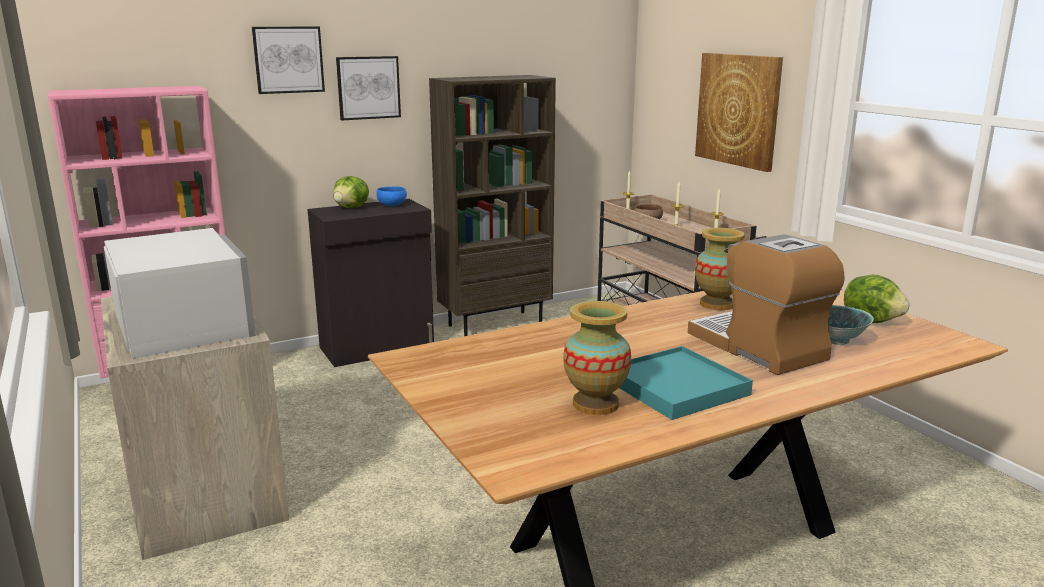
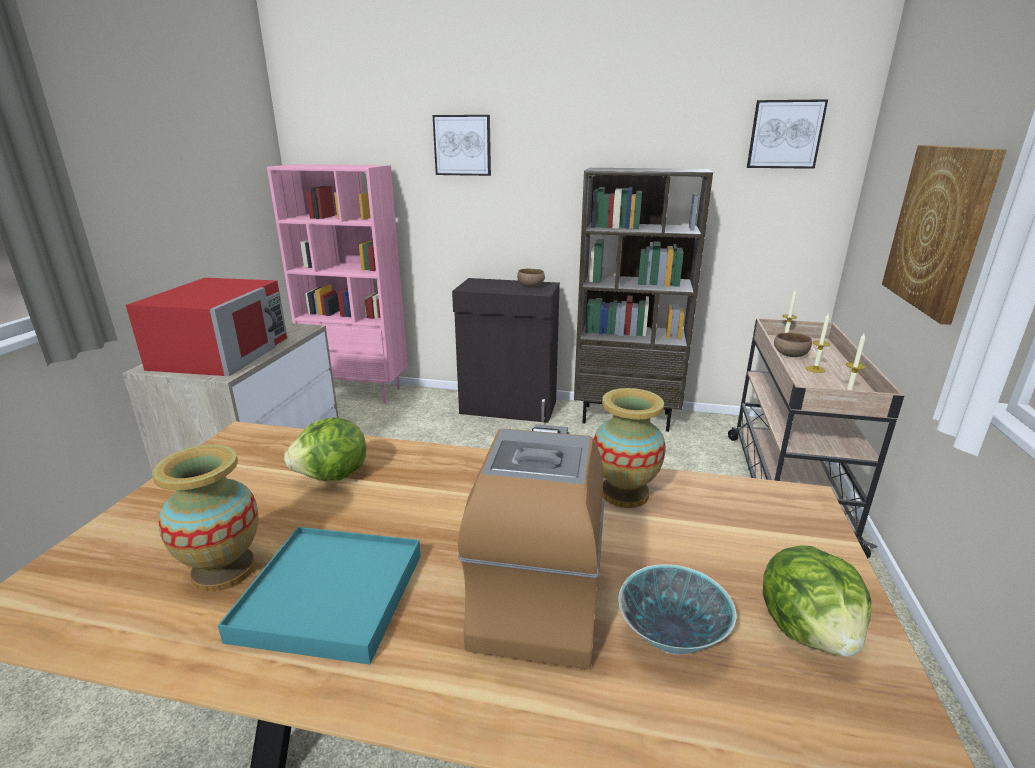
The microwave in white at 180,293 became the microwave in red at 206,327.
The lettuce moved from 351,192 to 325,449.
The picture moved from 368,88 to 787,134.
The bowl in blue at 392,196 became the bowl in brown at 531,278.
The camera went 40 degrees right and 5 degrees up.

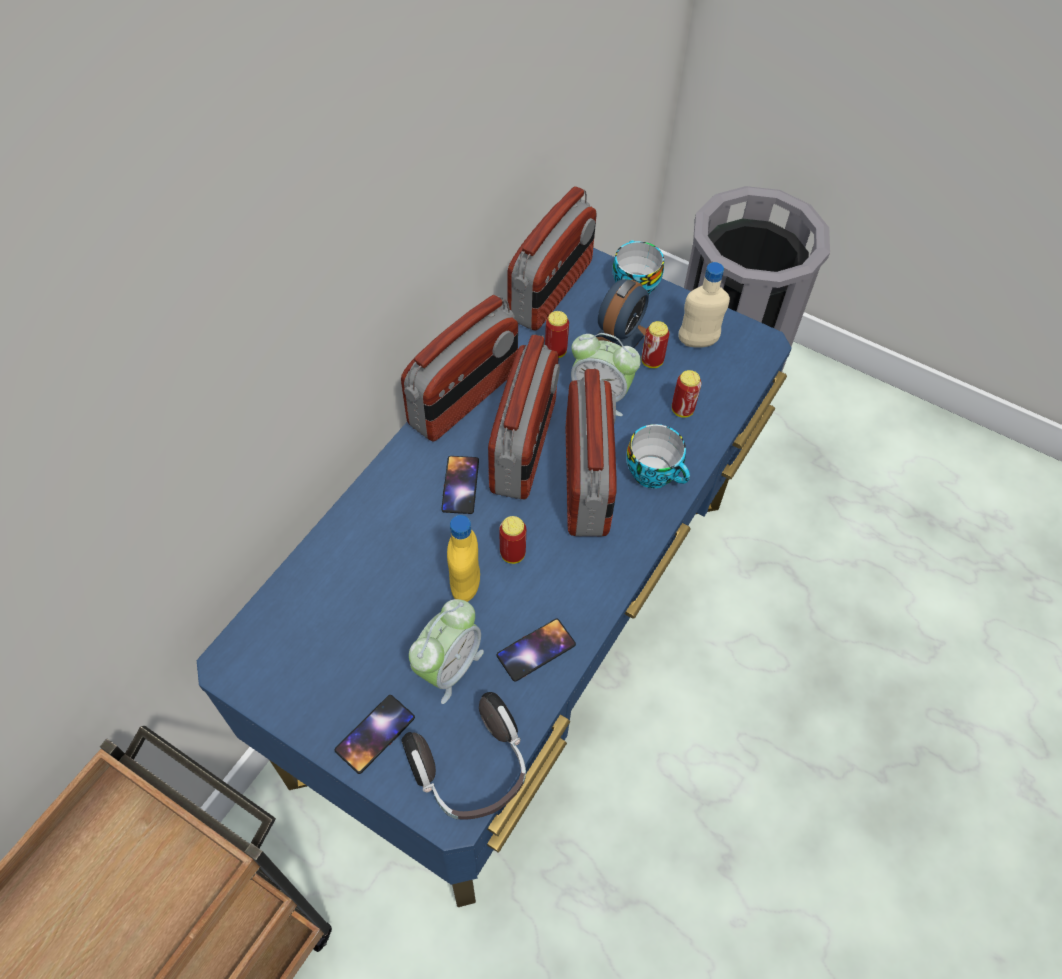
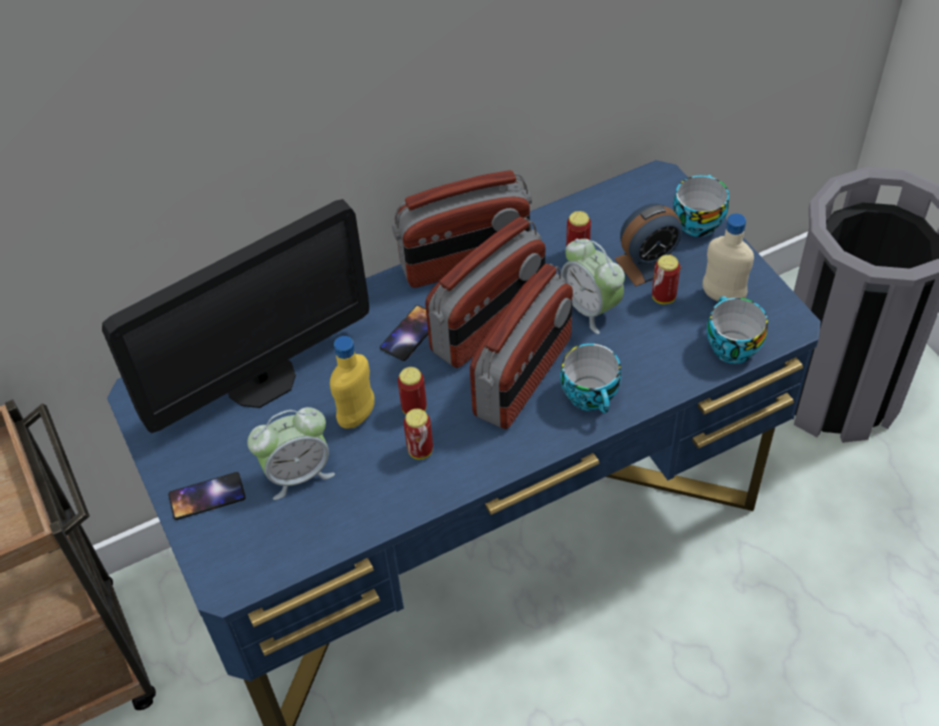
The headphones at 463,756 disappeared.
The phone at 536,650 disappeared.
The radio at 552,258 disappeared.
The can moved from 687,394 to 418,434.
The monitor at 235,316 appeared.
The cup at 737,330 appeared.
The camera went 35 degrees right and 5 degrees down.

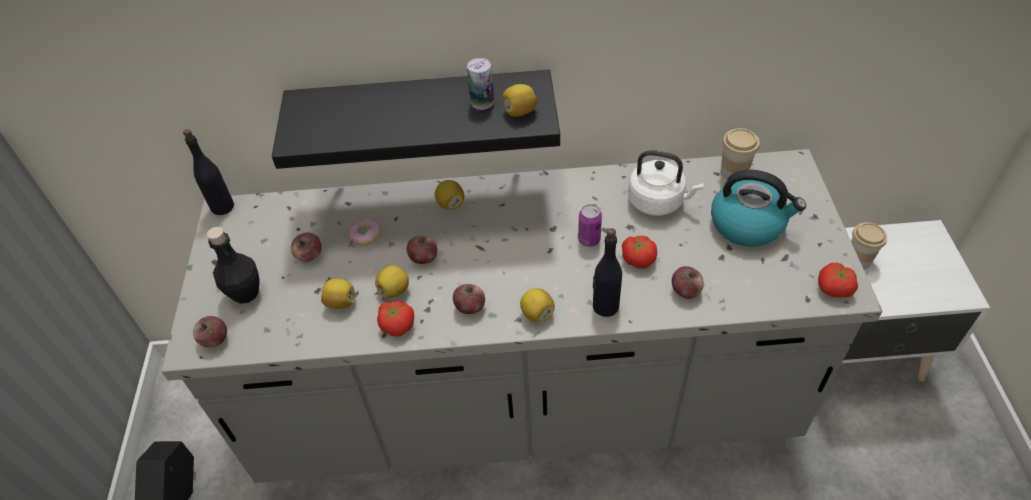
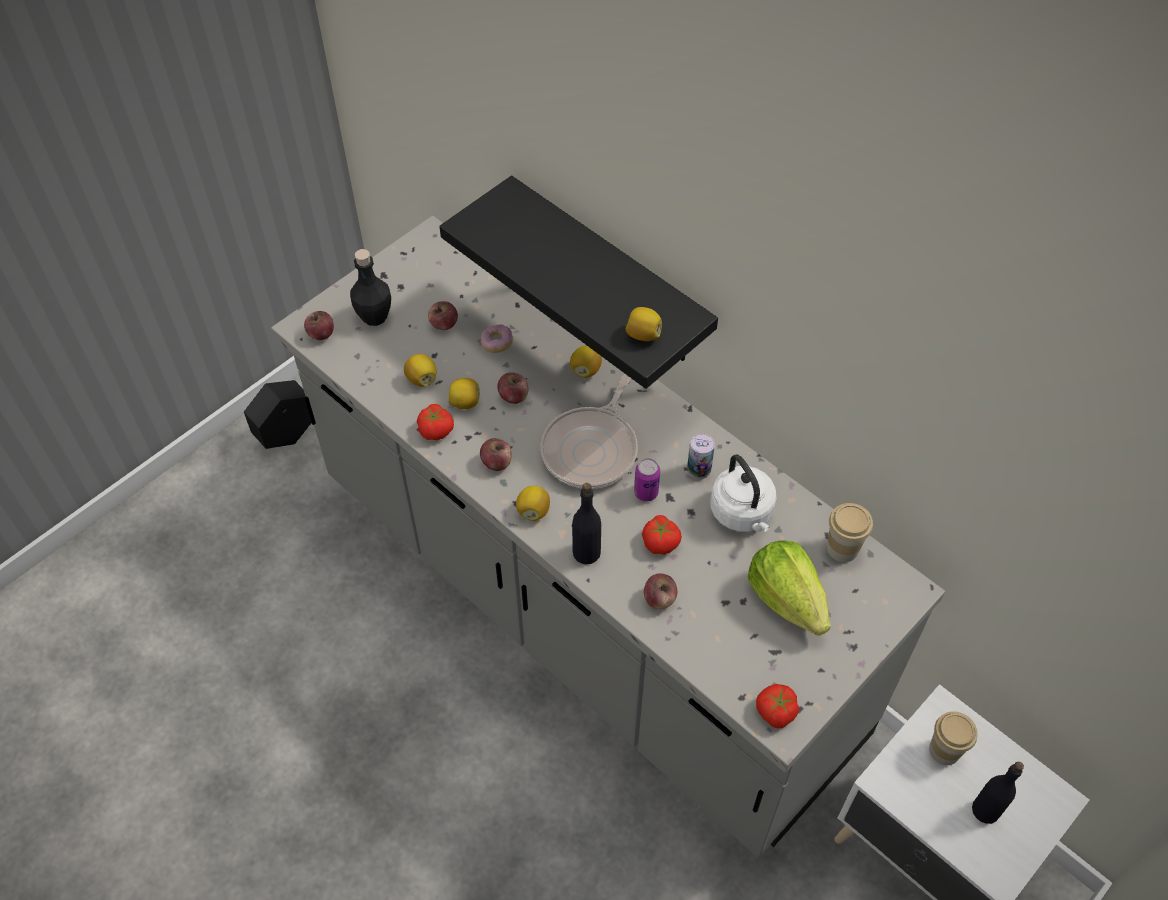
The bottle in black moved from 208,172 to 998,793.
The can moved from 480,84 to 701,457.
The kettle at 758,208 was replaced by the lettuce at 789,588.
The frying pan at 589,431 appeared.
The camera went 45 degrees right and 5 degrees up.

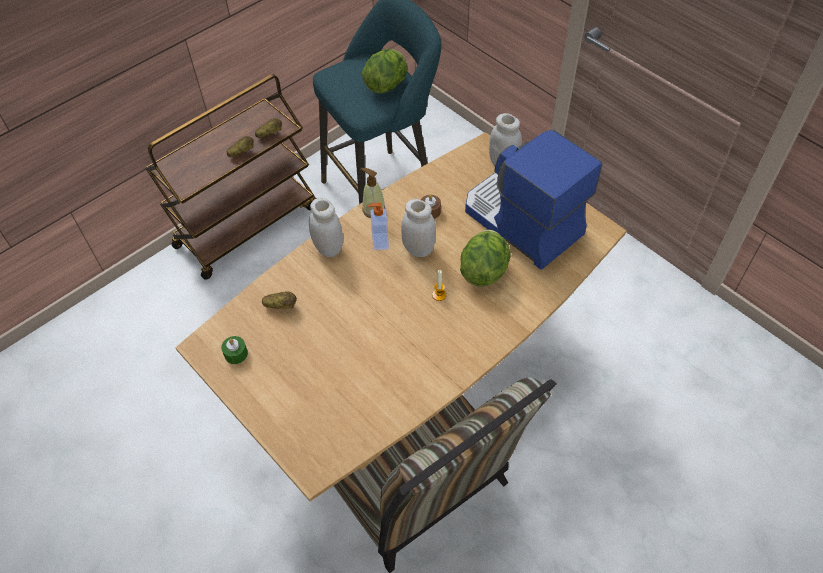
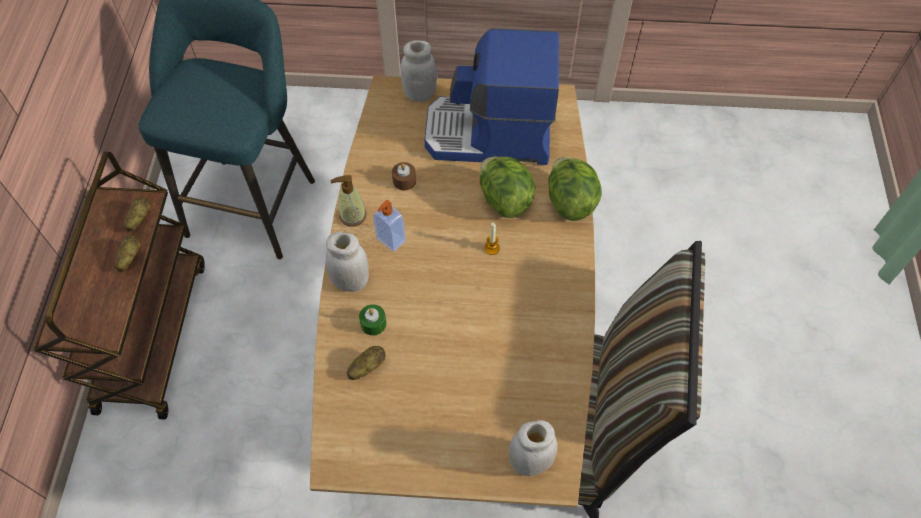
The candle in green moved from 234,350 to 373,320.
The lettuce moved from 385,71 to 575,189.
The jar in white moved from 418,228 to 533,448.
The camera went 45 degrees left and 5 degrees up.

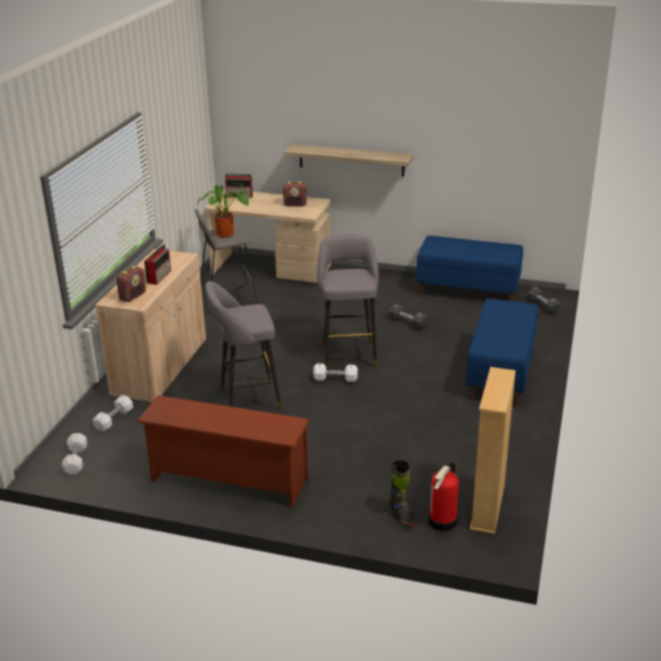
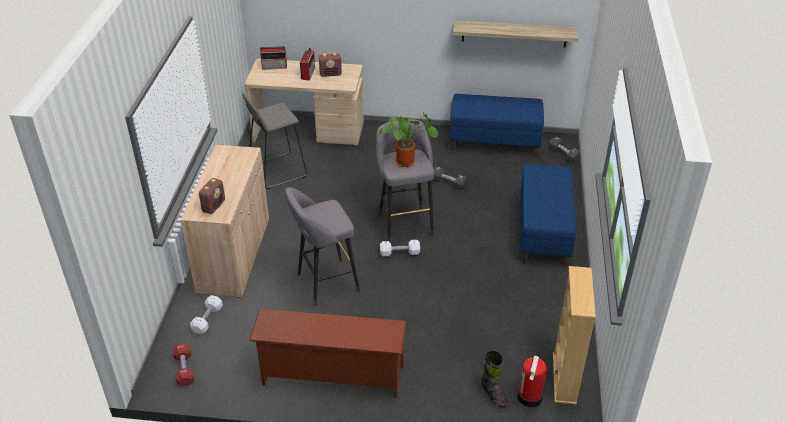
The dumbbell in white at 74,454 became the dumbbell in red at 183,364.
The radio moved from 157,264 to 307,63.
The potted plant moved from 223,210 to 408,139.
The shelf moved from 349,160 to 515,34.
The camera went 10 degrees left and 10 degrees up.

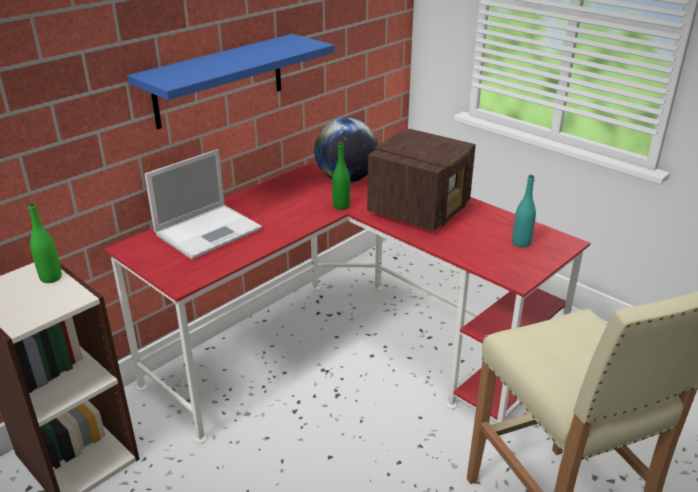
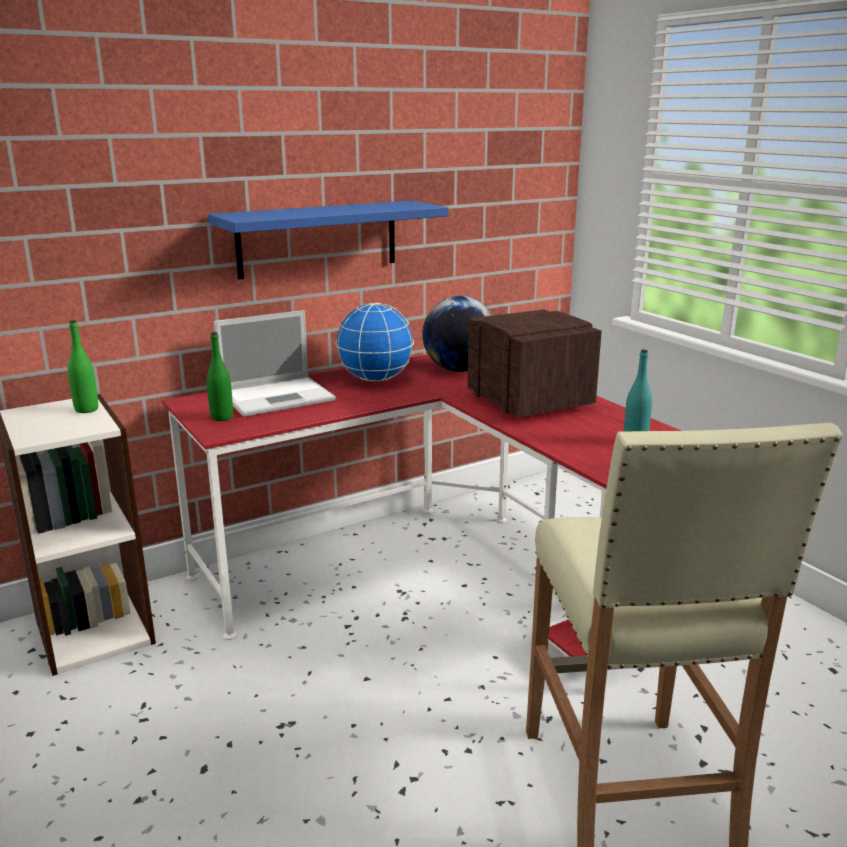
The bottle in green moved from 341,176 to 220,376.
The radio at 421,180 turned 75 degrees counterclockwise.
The globe at 375,342 appeared.
The camera went 15 degrees right and 10 degrees down.

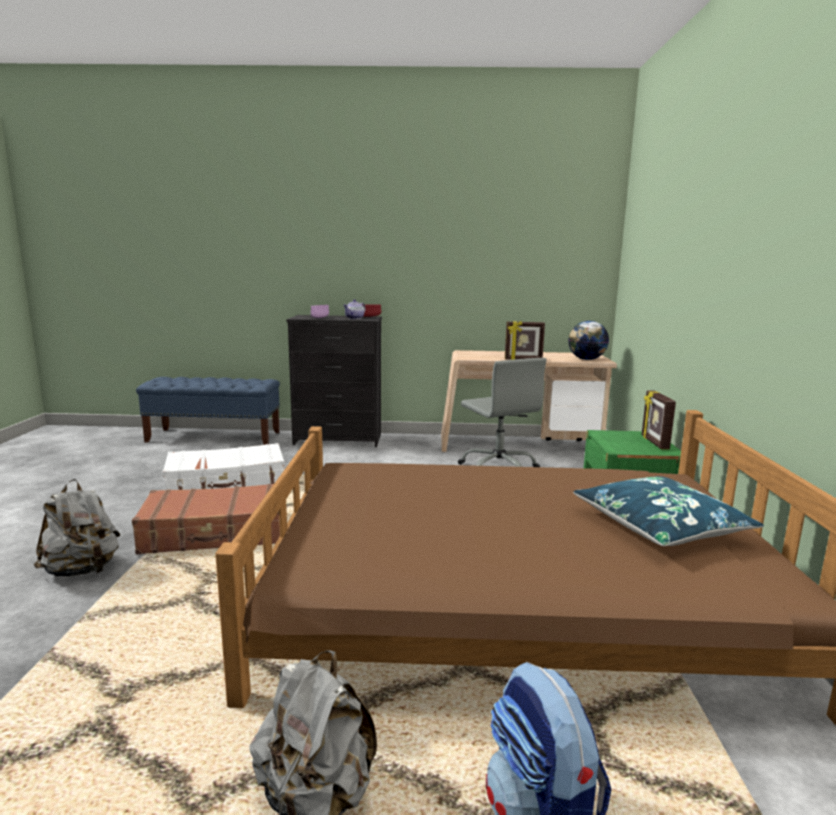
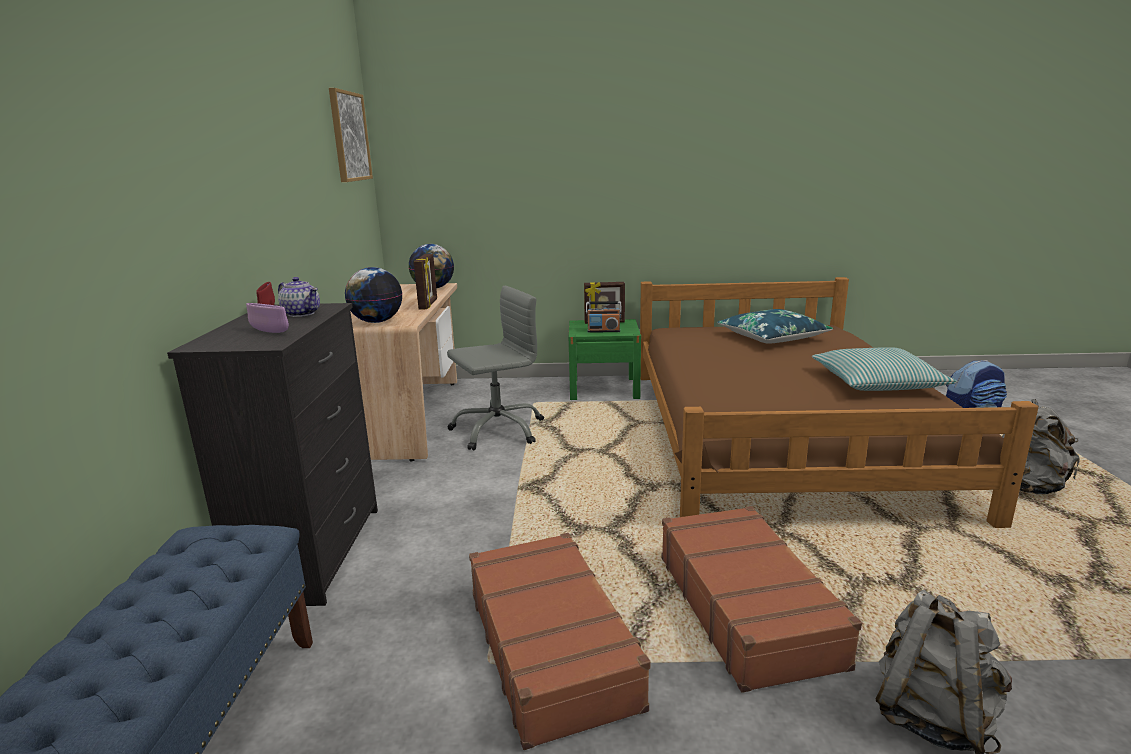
The suitcase in white at 223,466 became the suitcase in brown at 560,641.
The picture at 351,135 appeared.
The globe at 373,295 appeared.
The radio at 604,317 appeared.
The pillow at 884,369 appeared.
The camera went 90 degrees left and 5 degrees up.

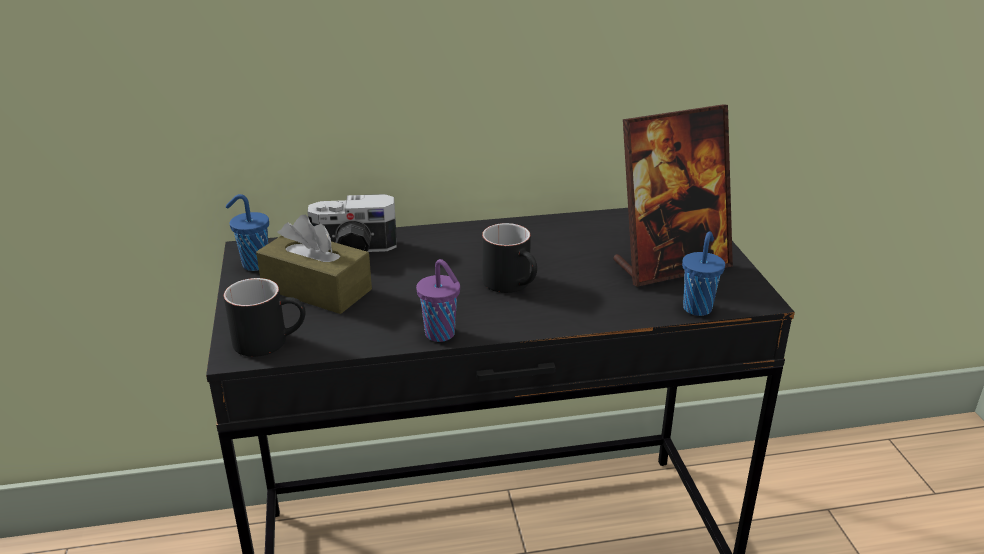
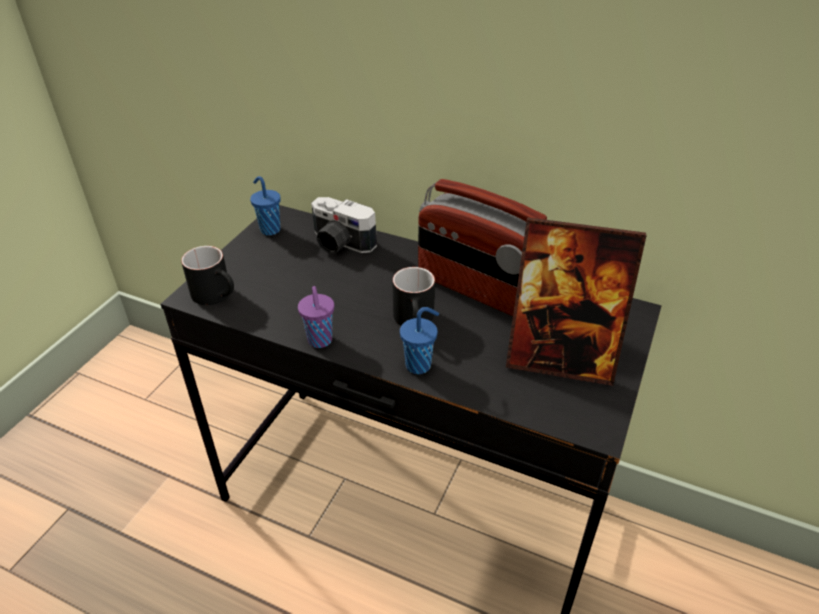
The tissue box in brown at 314,264 disappeared.
The cup in blue moved from 703,274 to 419,340.
The radio at 482,247 appeared.
The camera went 35 degrees right and 10 degrees up.

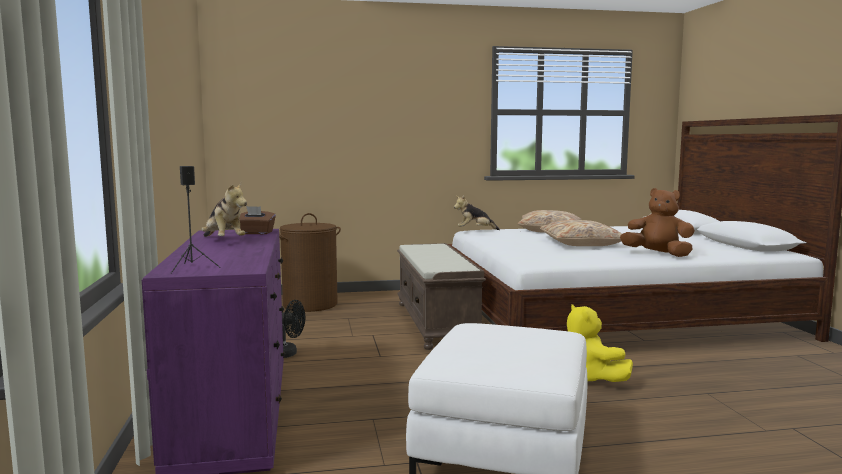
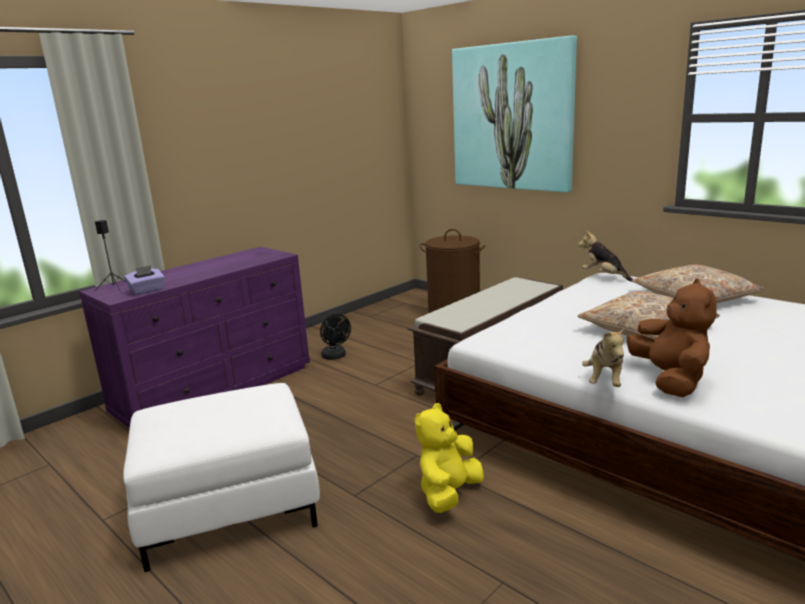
The plush toy moved from 224,209 to 604,356.
The tissue box in brown at 257,220 disappeared.
The tissue box in purple at 144,280 appeared.
The picture at 514,114 appeared.
The camera went 55 degrees right and 10 degrees up.

